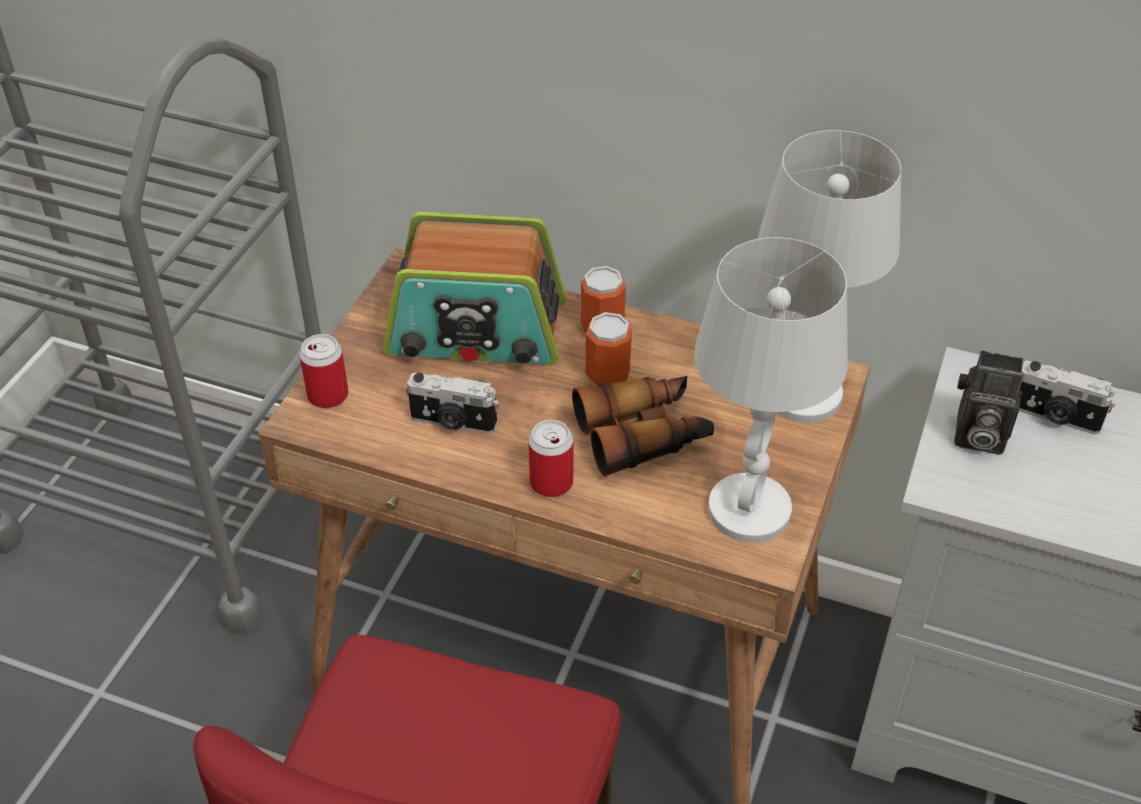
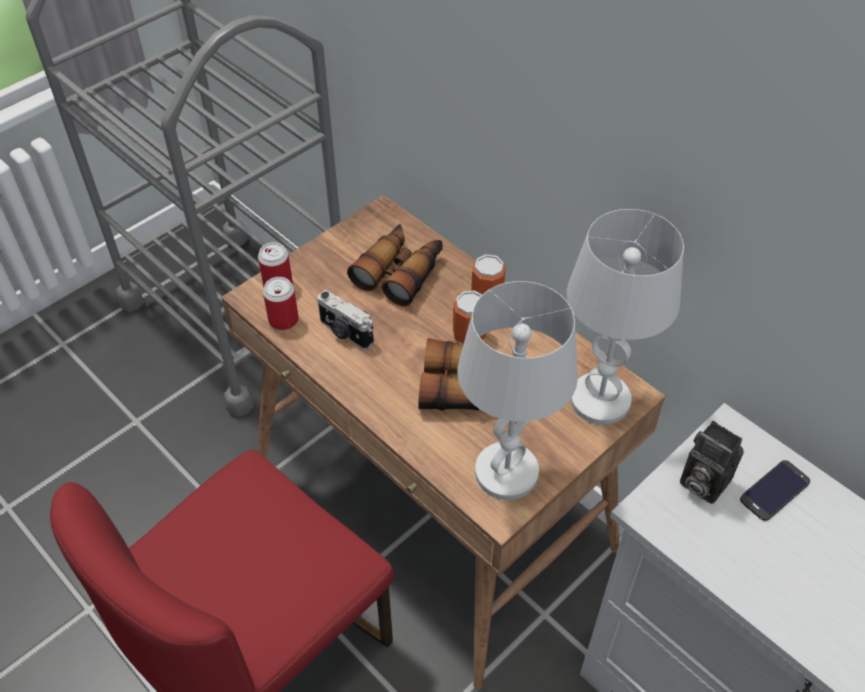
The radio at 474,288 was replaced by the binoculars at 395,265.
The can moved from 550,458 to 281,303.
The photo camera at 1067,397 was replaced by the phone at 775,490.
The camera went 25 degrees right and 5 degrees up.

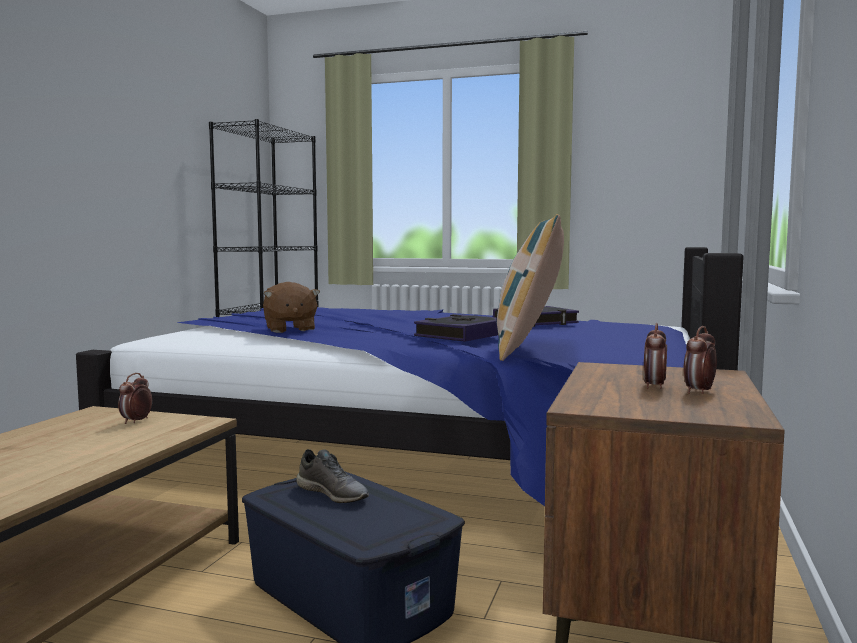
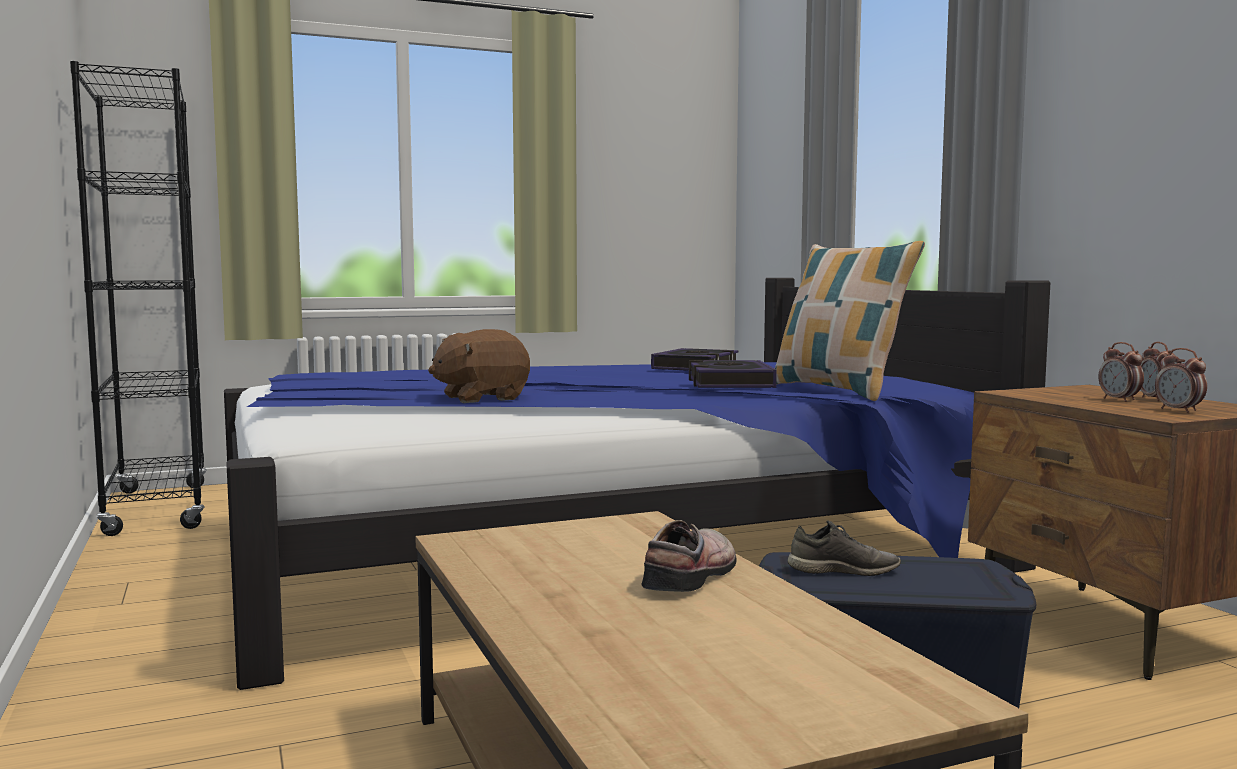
The alarm clock moved from 135,398 to 1181,380.
The plush toy in brown at 291,307 turned 120 degrees clockwise.
The shoe at 689,556 appeared.
The camera went 40 degrees left and 0 degrees up.

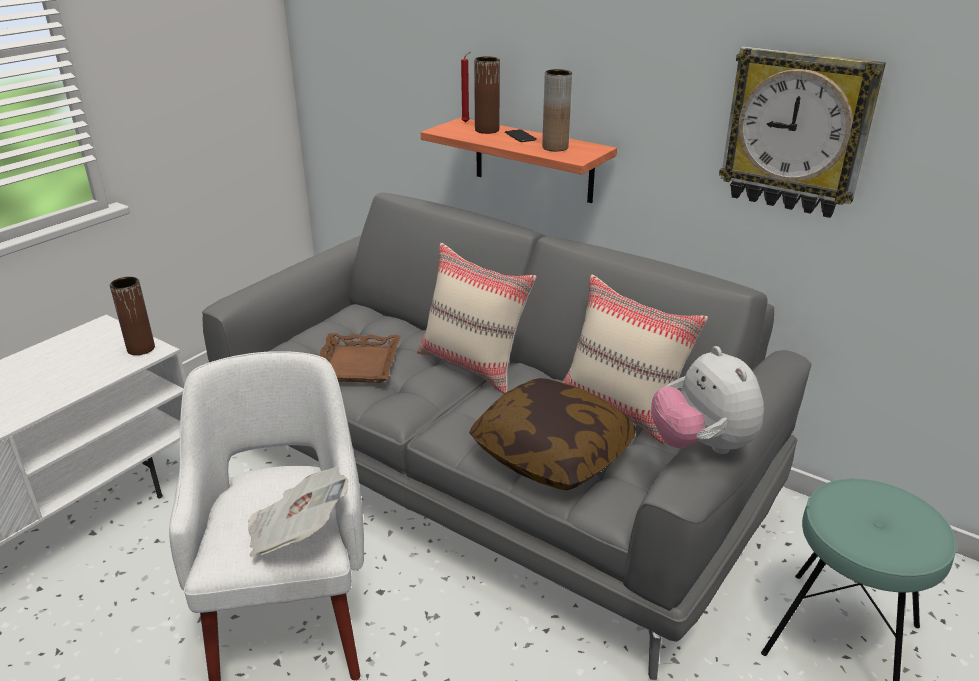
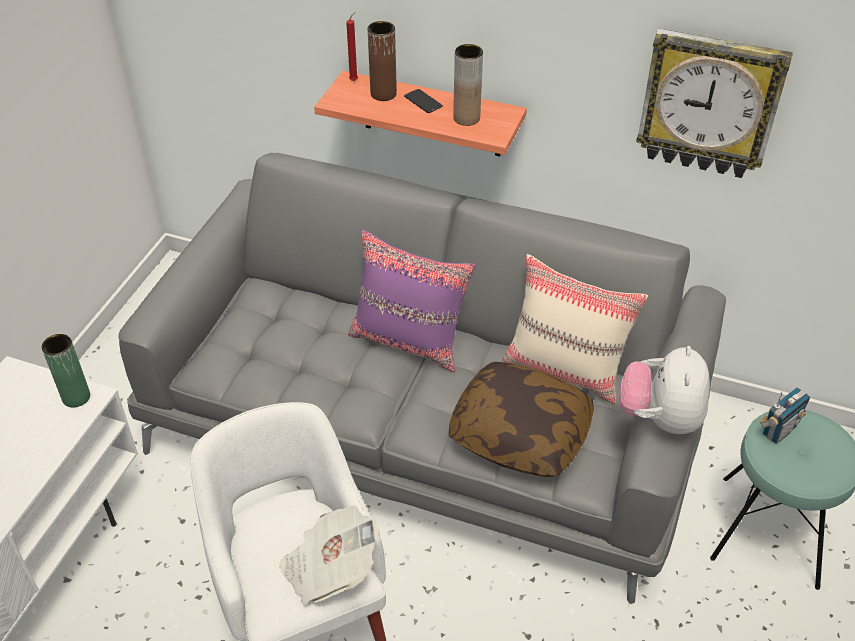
The vase in brown at 132,316 became the vase in green at 66,371.
The tray in brown at 360,358 disappeared.
The pillow in beige at 476,318 became the pillow in purple at 412,301.
The plush toy at 707,400 turned 45 degrees clockwise.
The radio at 784,415 appeared.
The camera went 15 degrees left and 15 degrees up.

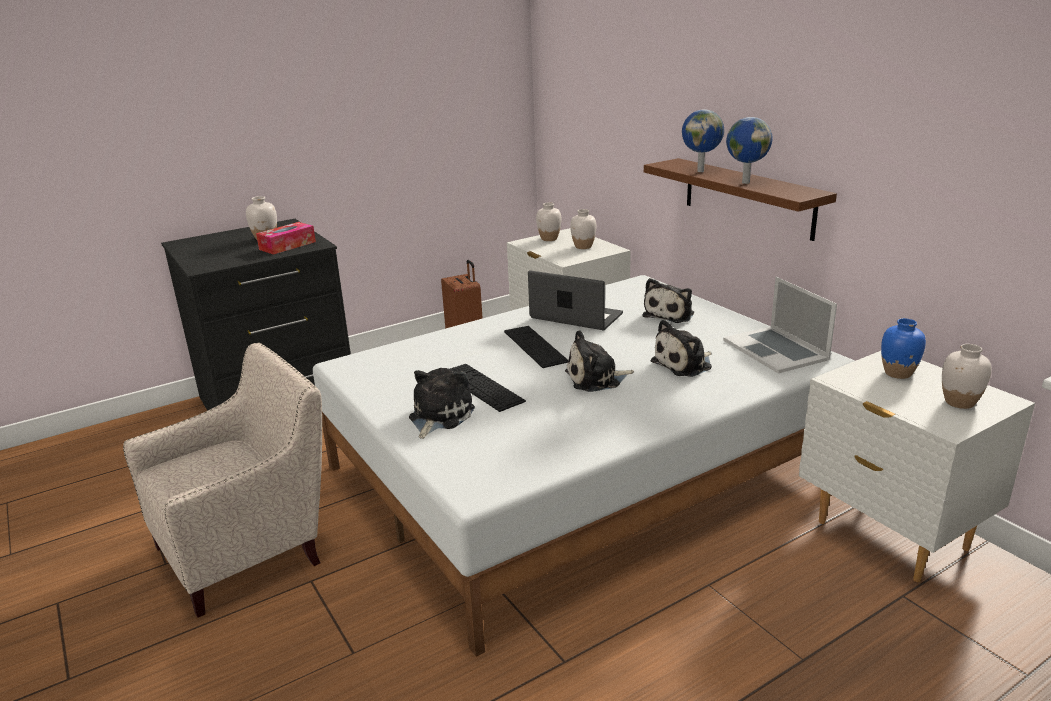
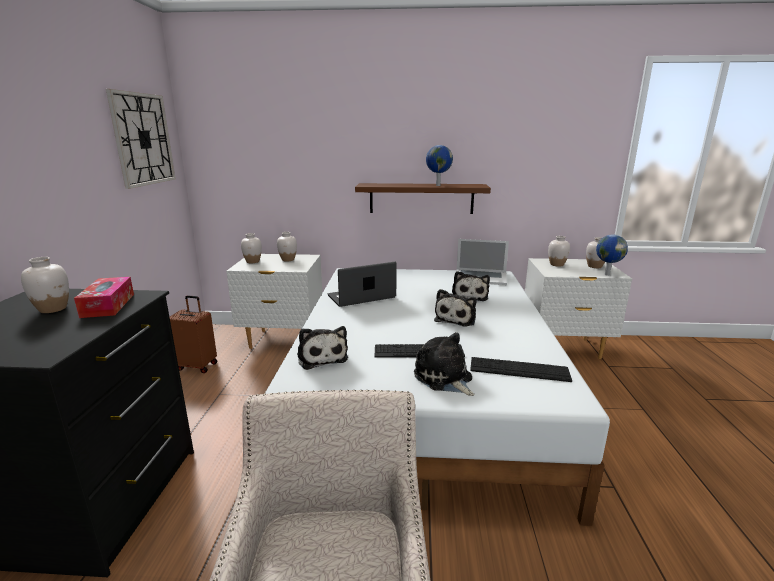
The keyboard moved from 536,347 to 521,369.
The plush toy moved from 668,300 to 322,348.
The globe moved from 703,140 to 612,255.
The vase in blue at 903,348 became the vase in white at 559,251.
The wall clock at 141,139 appeared.
The camera went 55 degrees left and 5 degrees down.

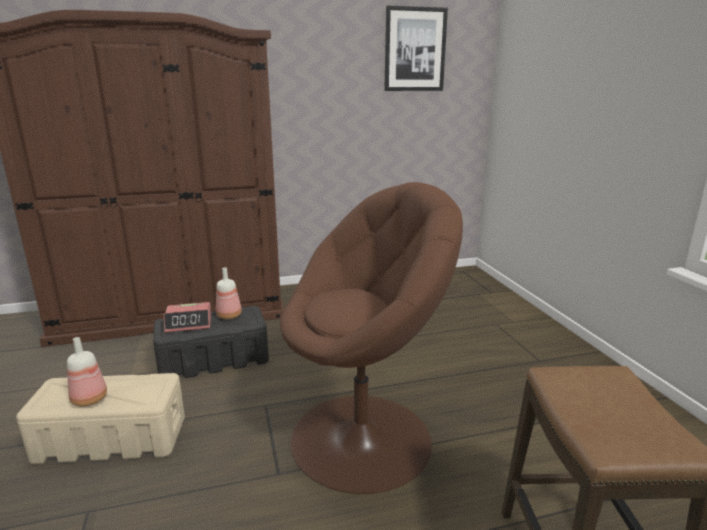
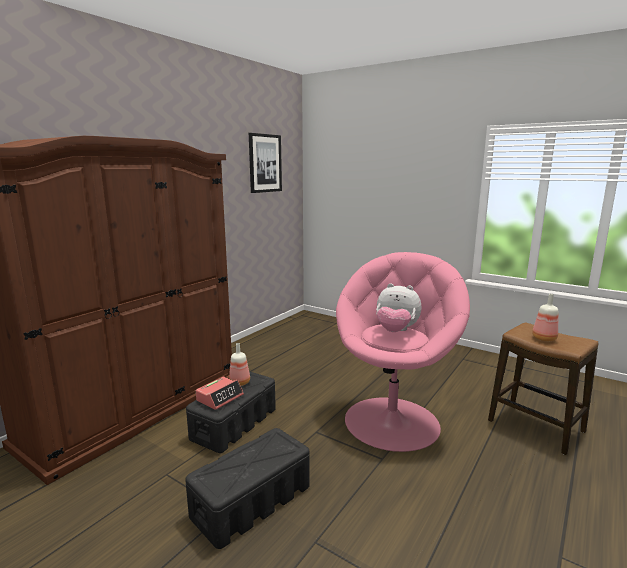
The storage box in beige at 100,418 became the storage box in black at 247,488.
The bottle moved from 87,371 to 545,317.
The armchair in brown at 371,338 became the armchair in pink at 403,352.
The plush toy at 398,307 appeared.
The camera went 40 degrees left and 5 degrees down.

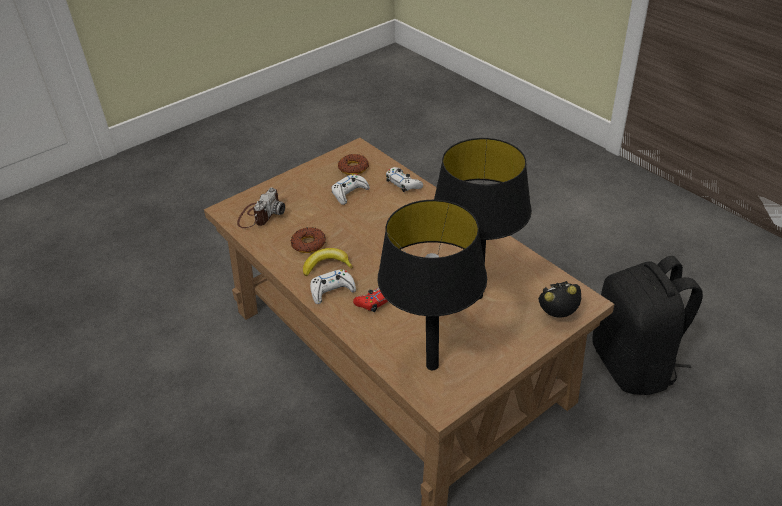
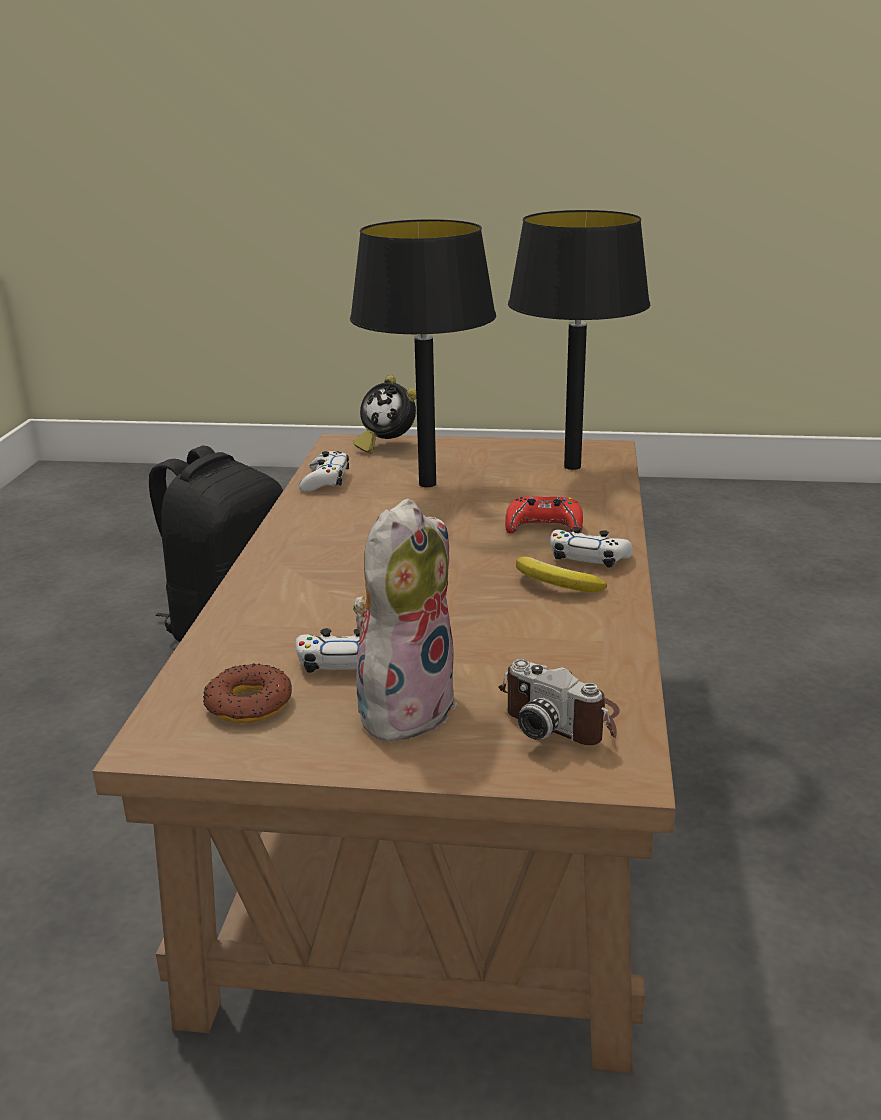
The photo camera at 261,207 turned 120 degrees counterclockwise.
The donut at 308,240 disappeared.
The game controller in white moved from 404,179 to 324,471.
The plush toy at 405,620 appeared.
The camera went 135 degrees left and 15 degrees down.

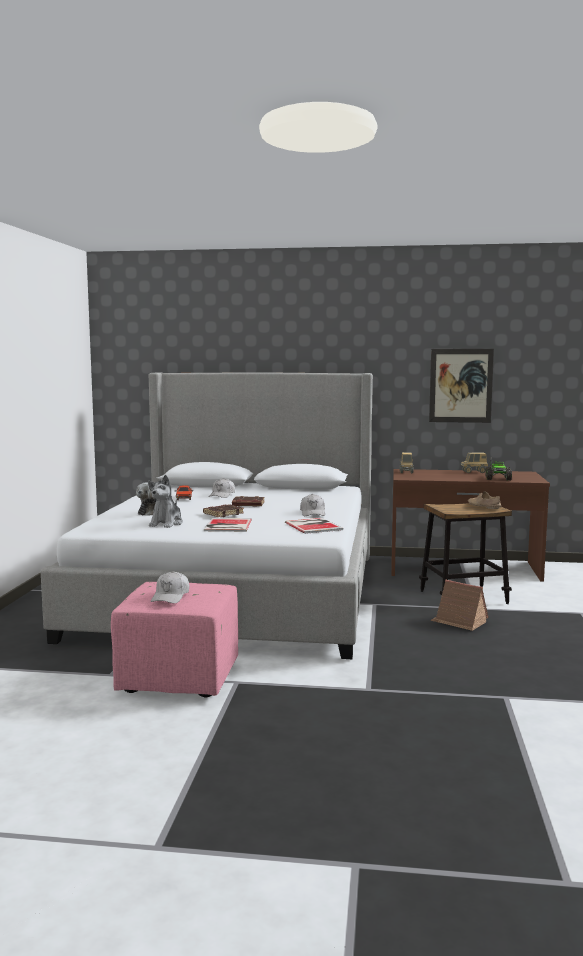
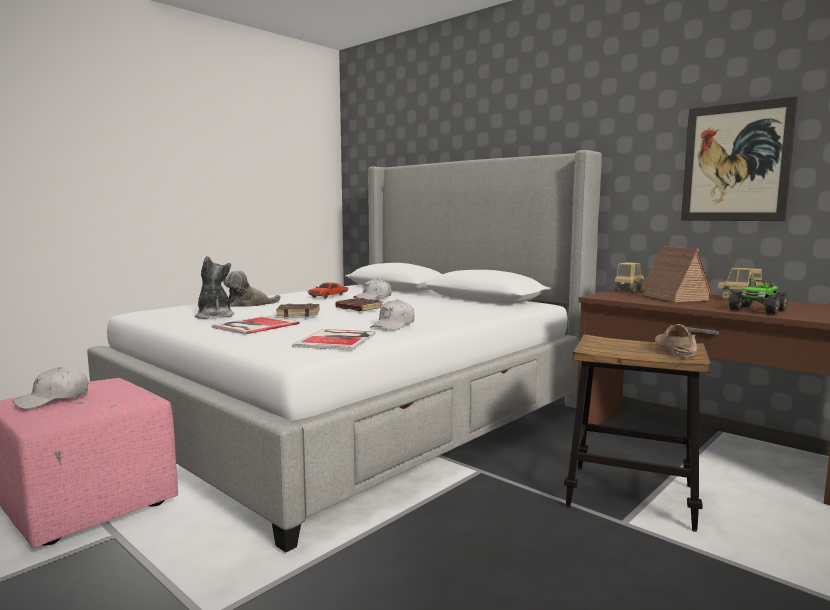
The plush toy at 165,501 turned 105 degrees clockwise.
The toy house moved from 460,605 to 675,274.
The camera went 35 degrees right and 0 degrees up.

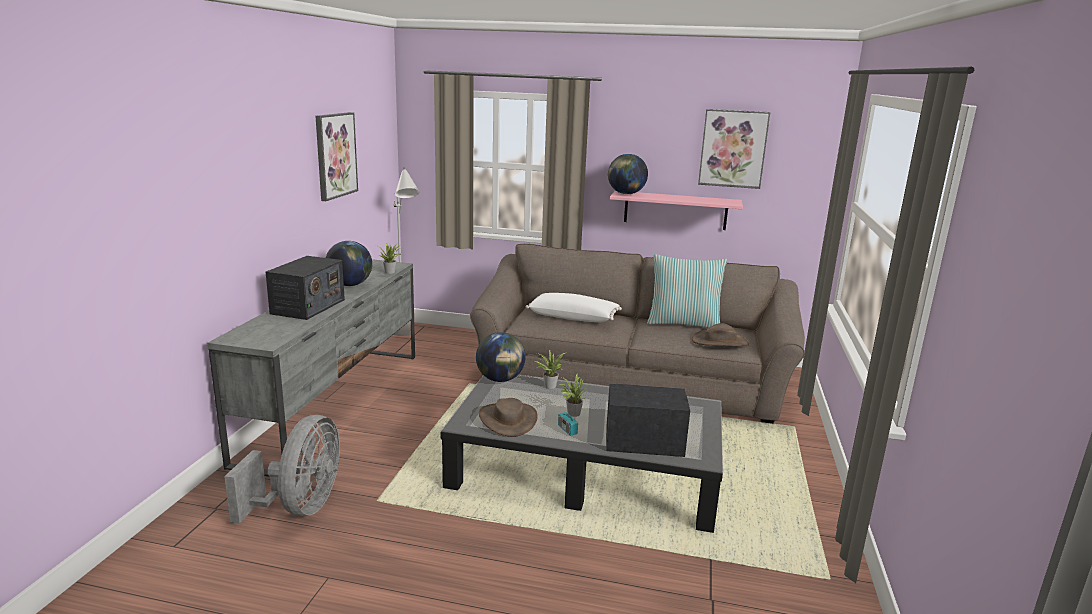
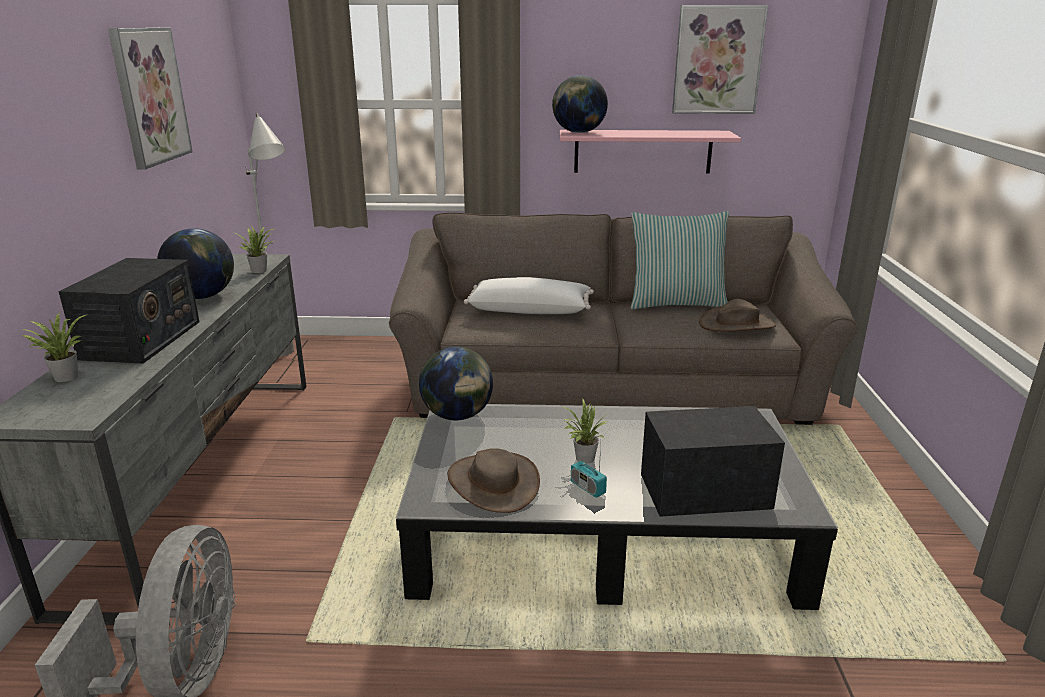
The potted plant moved from 550,369 to 54,347.
The camera went 10 degrees left and 5 degrees up.

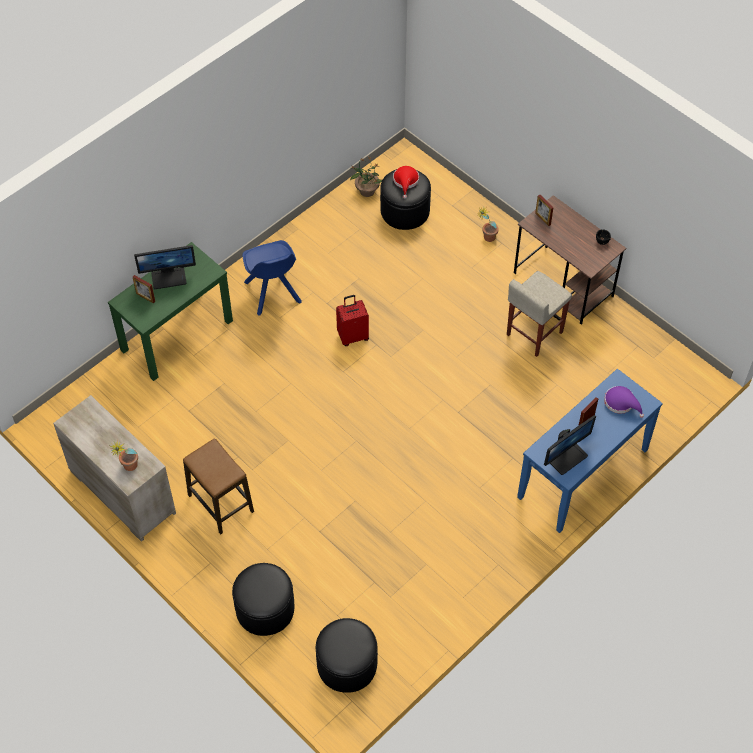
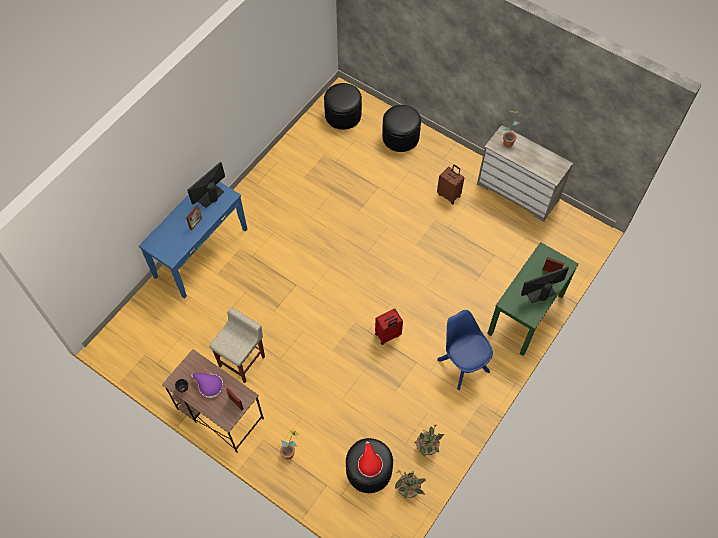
The stool at 218,486 was replaced by the suitcase in brown at 450,184.
The hat in purple moved from 624,402 to 207,385.
The potted plant at 429,440 appeared.
The camera went 170 degrees right and 5 degrees up.

